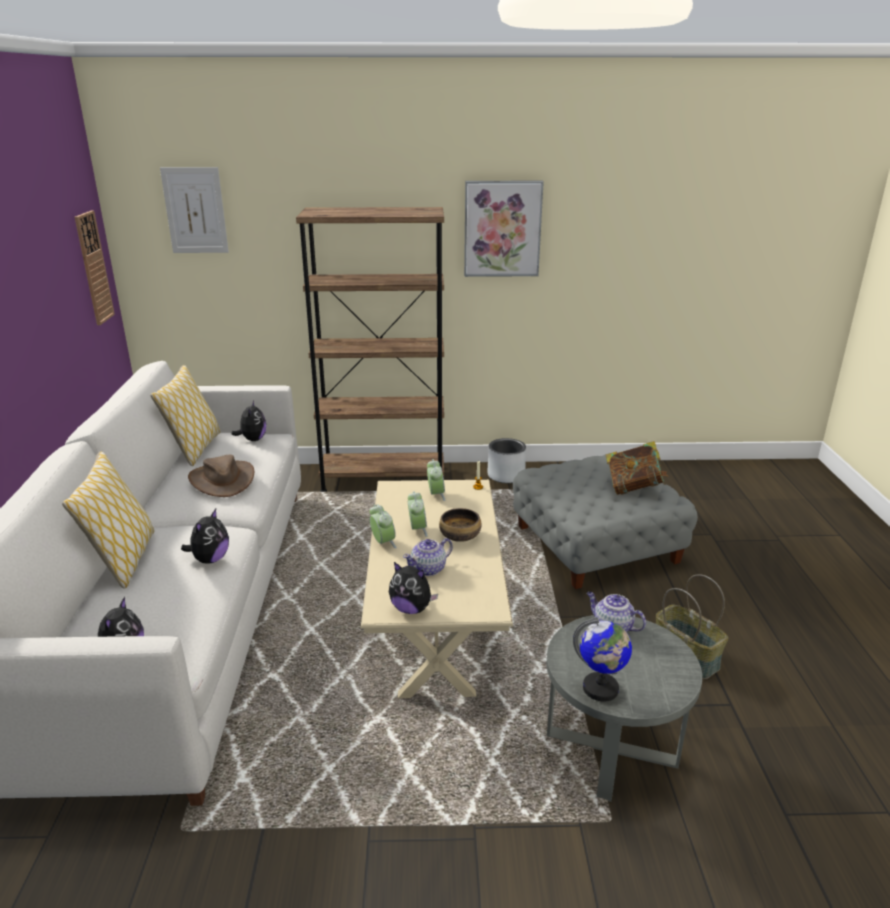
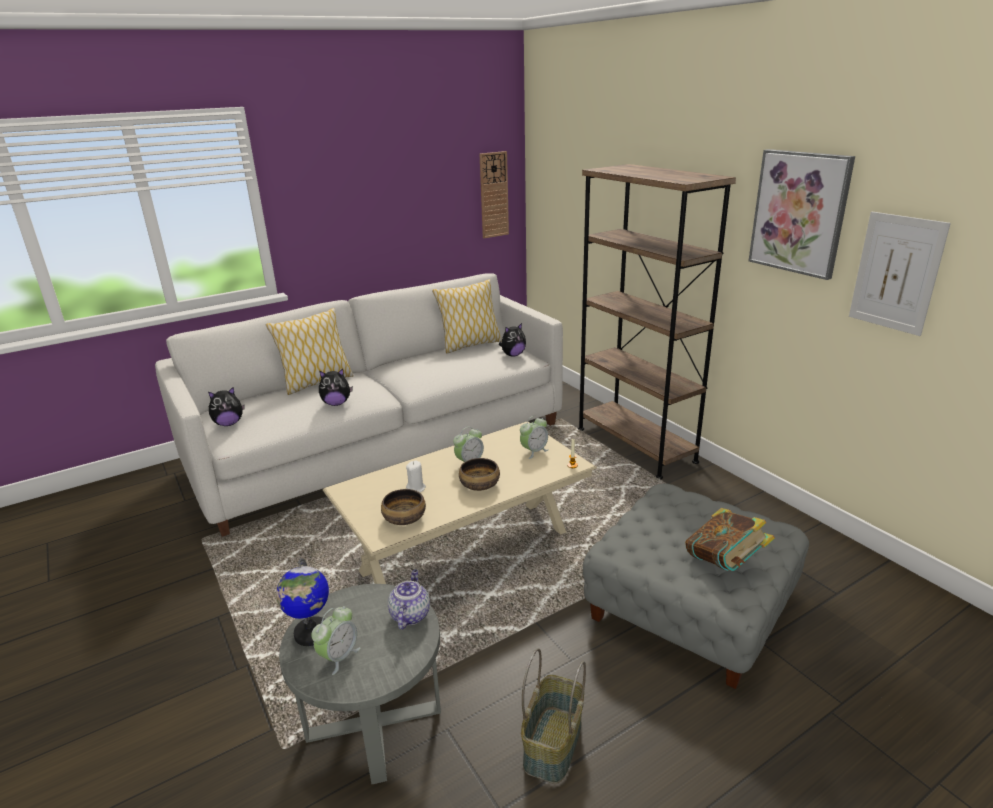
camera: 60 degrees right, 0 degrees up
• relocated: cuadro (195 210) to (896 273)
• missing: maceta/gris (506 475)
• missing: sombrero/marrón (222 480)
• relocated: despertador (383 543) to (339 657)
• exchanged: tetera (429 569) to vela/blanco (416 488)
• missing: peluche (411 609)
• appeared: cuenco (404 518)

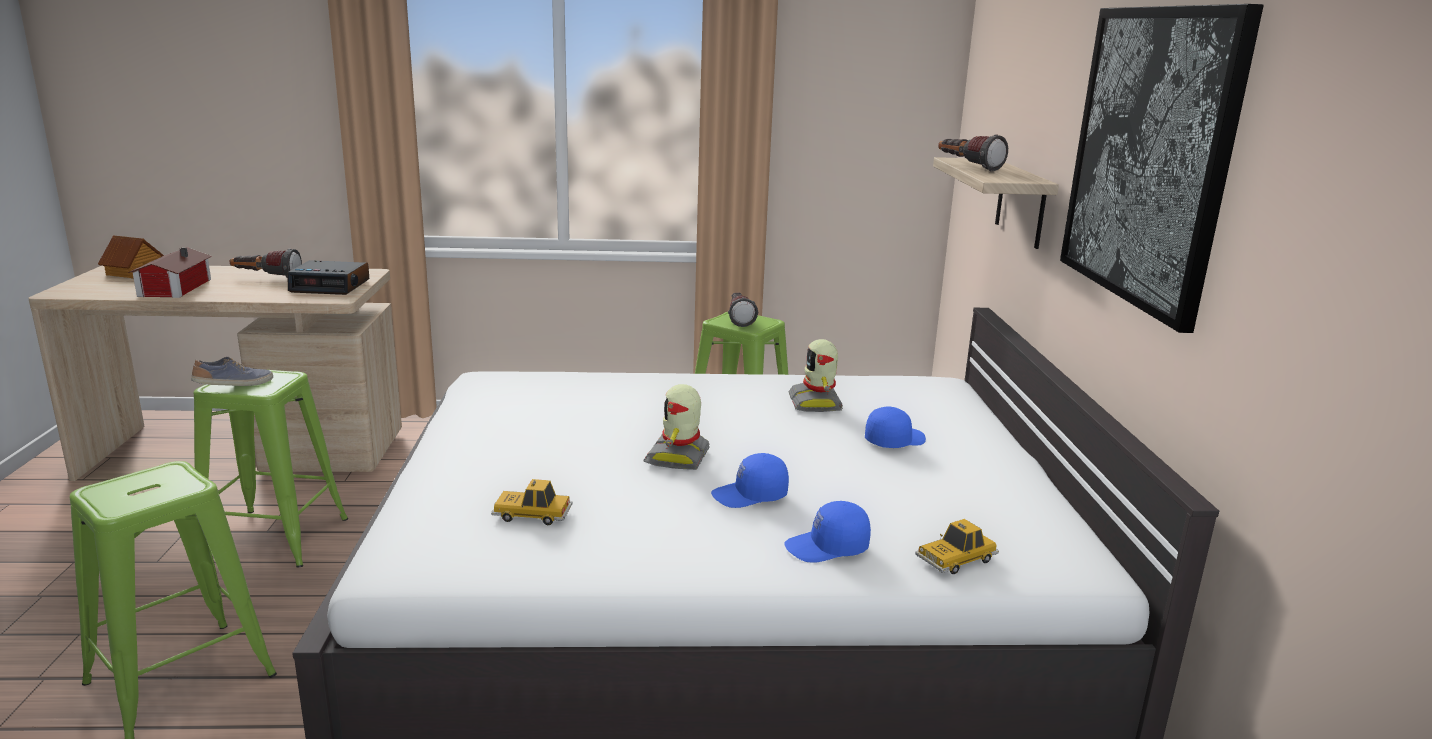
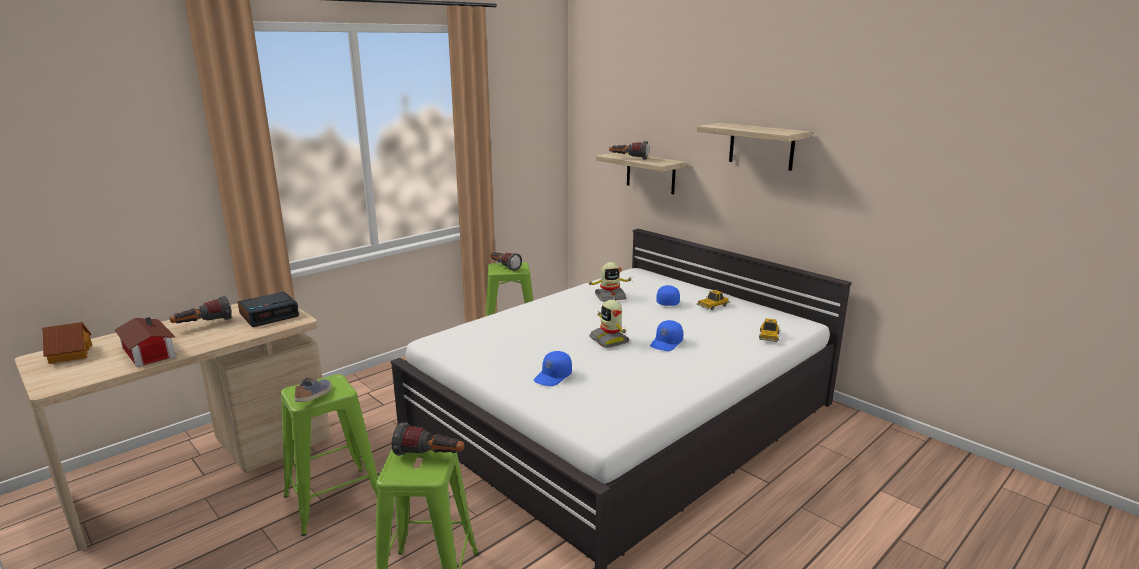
camera: 40 degrees left, 0 degrees up
• exchanged: cuadro (1149 156) to estante (761 146)
• spun: robot de juguete (816 403) = (610 297) 60 degrees counterclockwise
• relocated: coche de juguete (532 514) to (713 306)
• relocated: gorra/azul (827 548) to (553 377)
• appeared: linterna (430 456)

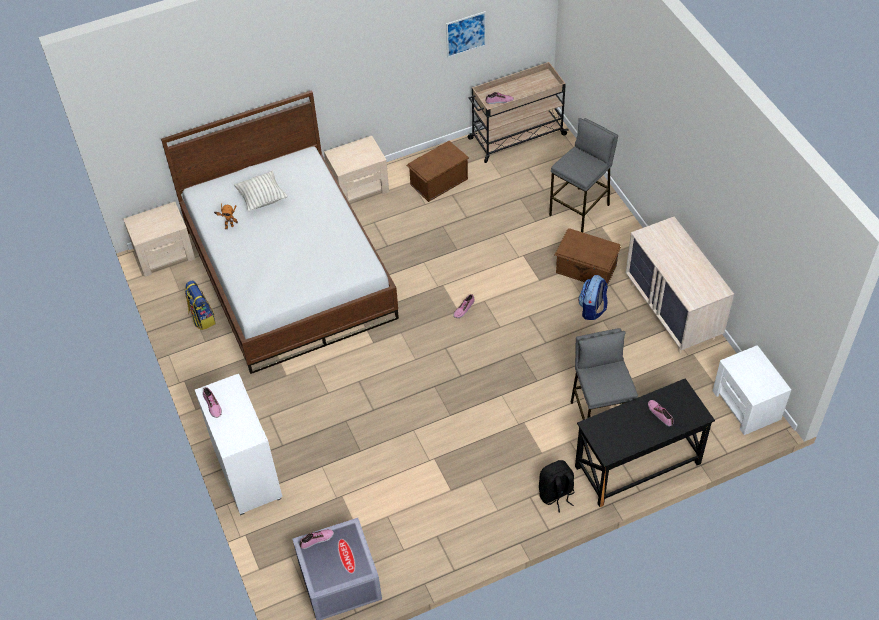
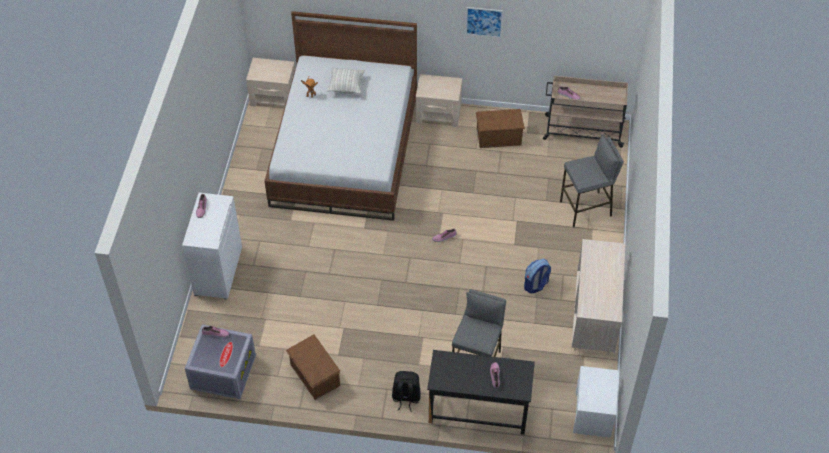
camera: 30 degrees right, 0 degrees up
• relocated: cuadro (466 34) to (484 22)
• relocated: caja de almacenaje/marrón (586 270) to (314 376)
• missing: mochila (202 318)

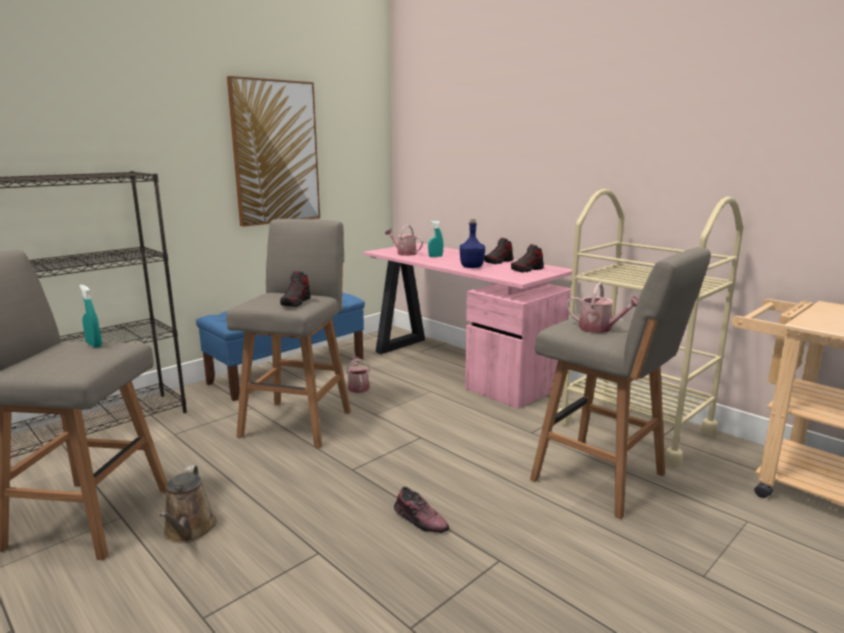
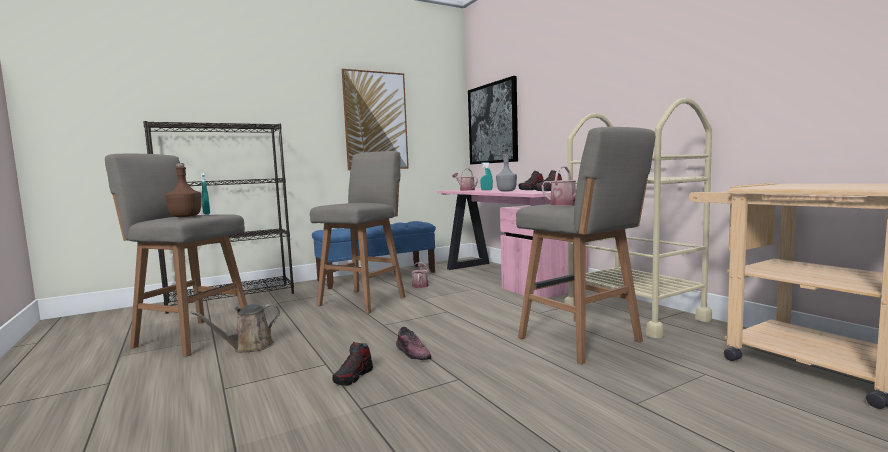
camera: 15 degrees right, 10 degrees down
• colour: botella/azul (471 267) to botella/gris (506 191)
• relocated: zapato (296 302) to (353 376)
• spun: regadera/marrón (189 531) = (249 347) 45 degrees clockwise
• appeared: cuadro (493 123)
• appeared: botella/marrón (186 216)

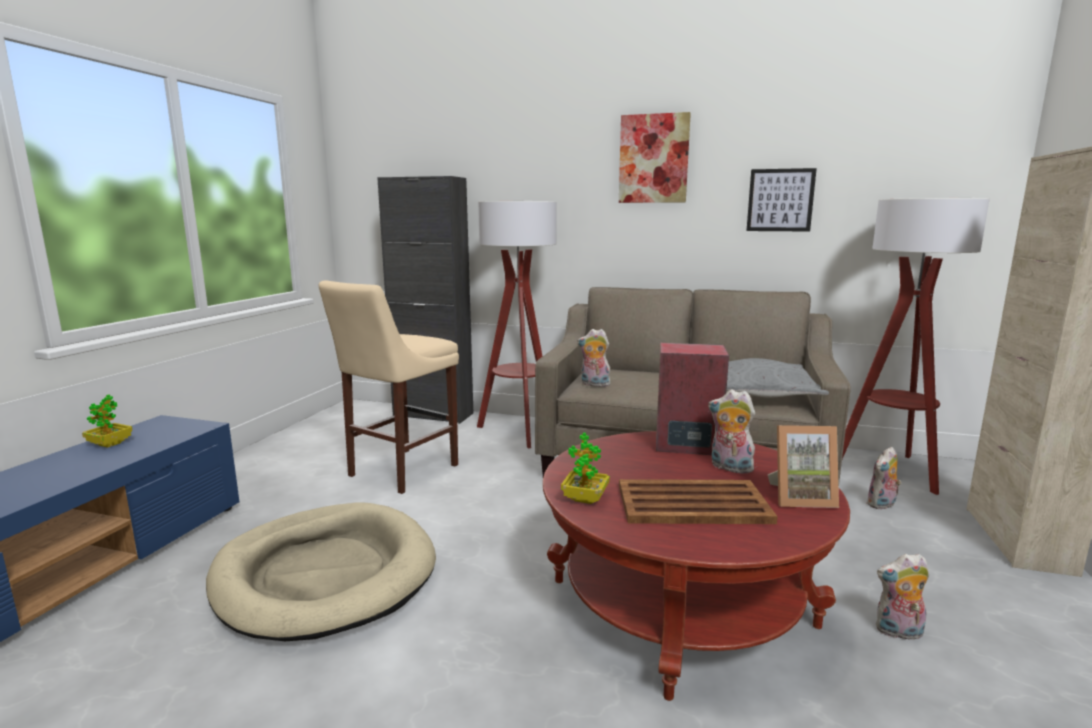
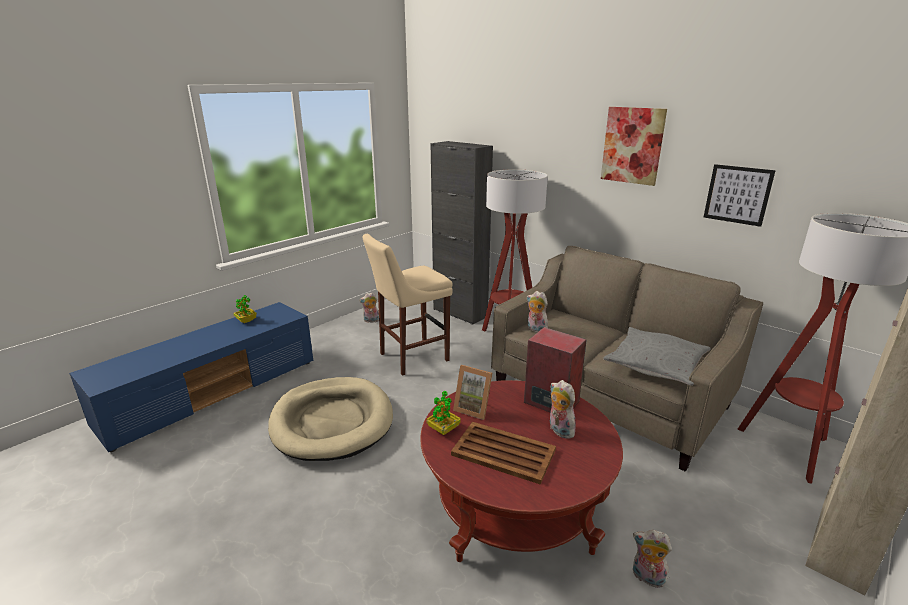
camera: 25 degrees right, 10 degrees up
• relocated: portarretratos (800 498) to (473 408)
• relocated: peluche (882 505) to (371 321)

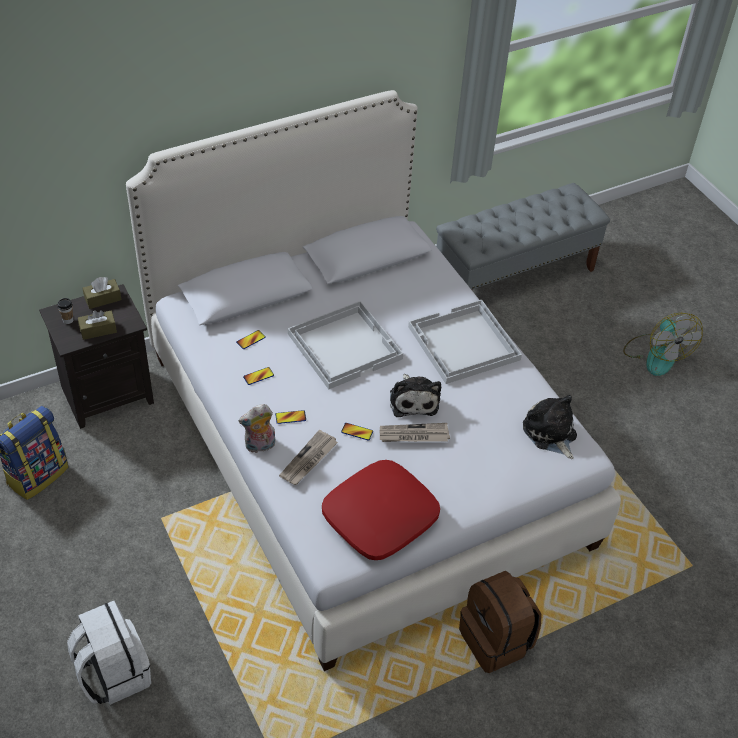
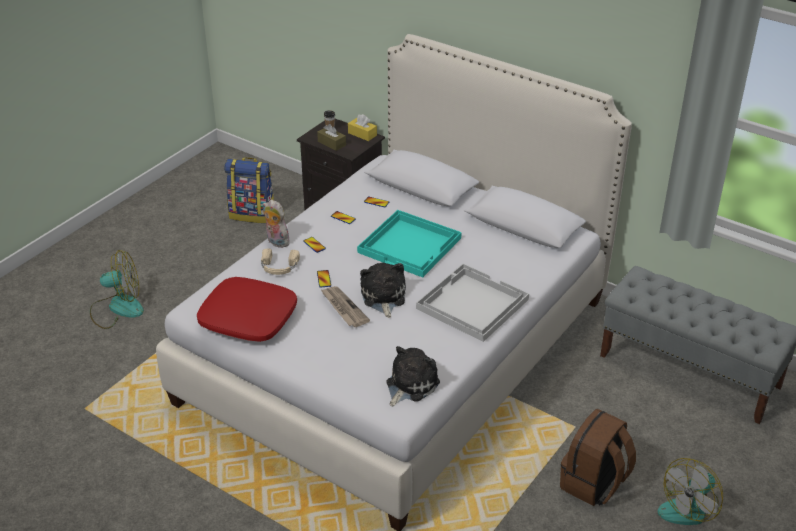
camera: 65 degrees right, 10 degrees down
• colour: caja de pañuelos/marrón (103 299) to caja de pañuelos/amarillo (362 134)
• colour: bandeja/blanco (345 345) to bandeja/turquesa (410 245)
• spun: peluche (413 400) = (383 297) 120 degrees clockwise
• exchanged: periódico (309 460) to auriculares/beis (279 267)
• relocated: mochila/marrón (496 640) to (594 484)
• exchanged: mochila/blanco (113 673) to ventilador (117 308)

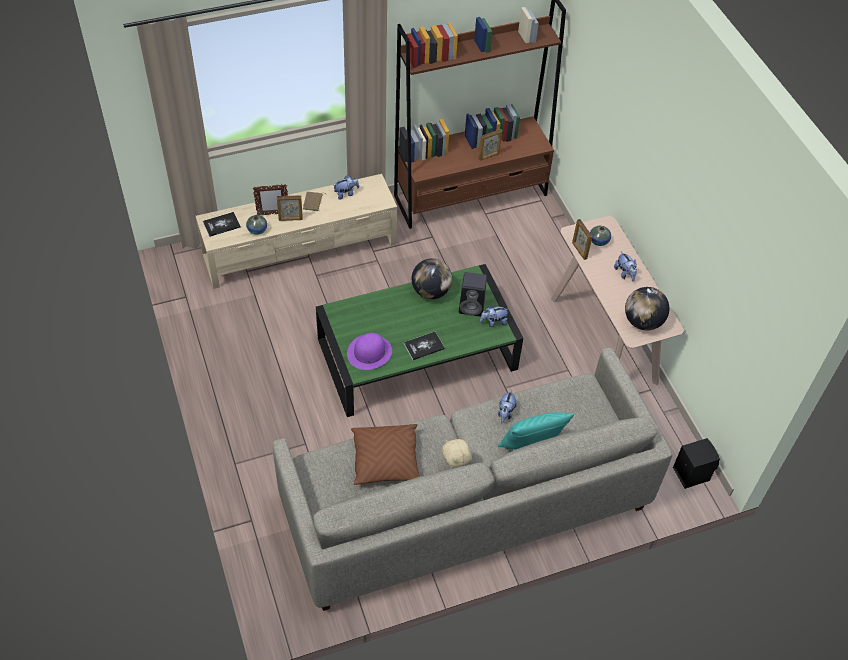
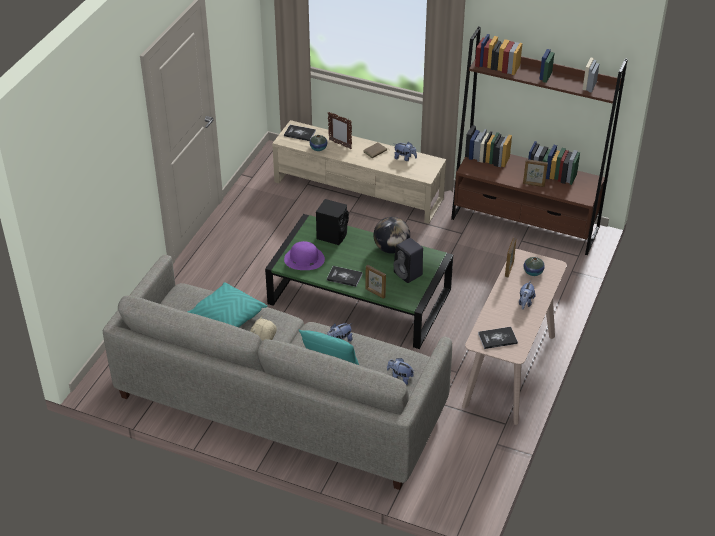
camera: 45 degrees right, 10 degrees down
• relocated: portarretratos (290 219) to (375 293)
• exchanged: globo terráqueo (642 322) to libro (497 338)
• relocated: peluche (493 322) to (400 377)
• colour: cojín/marrón (386 461) to cojín/turquesa (227 317)
• relocated: altavoz/negro (690 473) to (332 235)

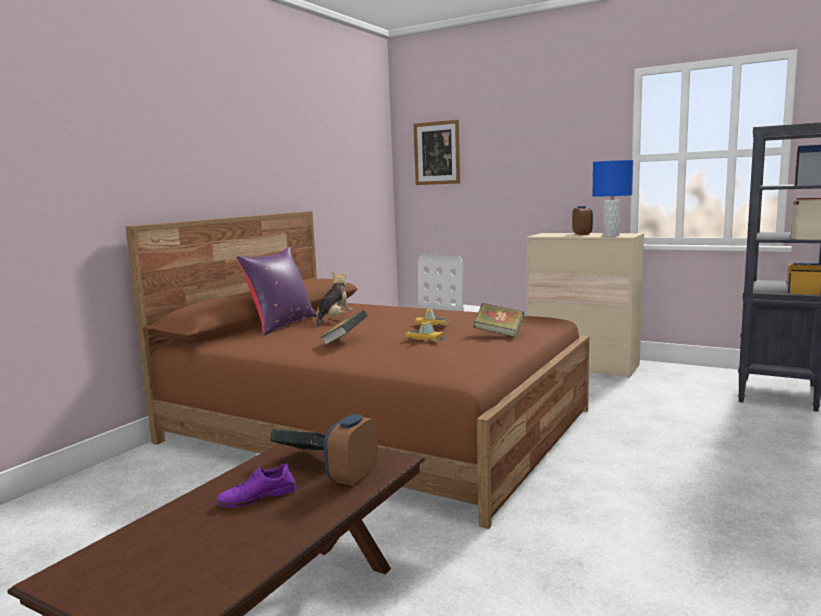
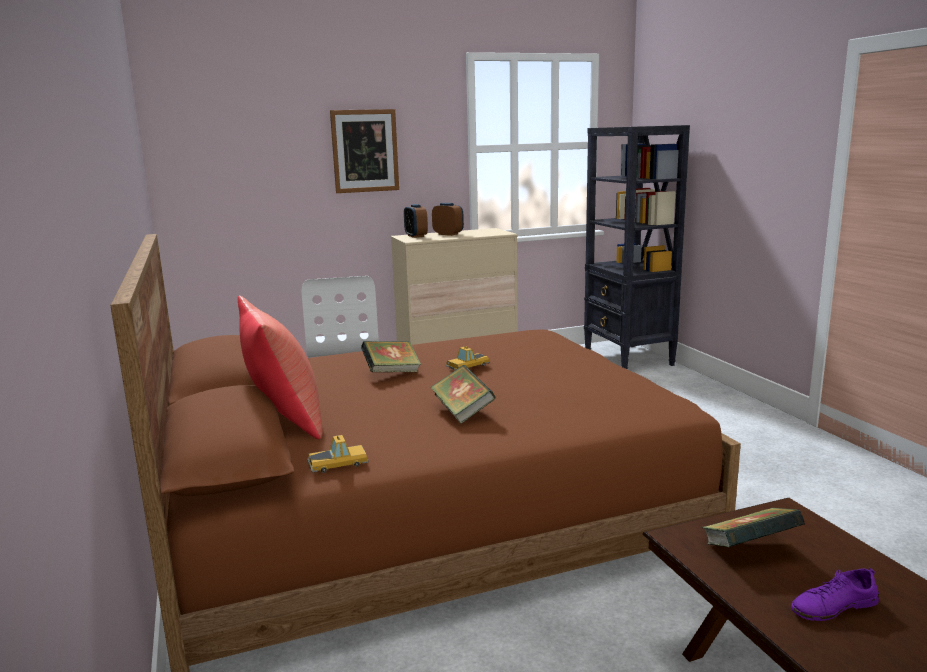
camera: 50 degrees left, 5 degrees up
• relocated: cuadro (437 153) to (365 151)
• missing: lámpara de mesa/azul (611 236)
• colour: cojín/morado (281 324) to cojín/rojo (284 418)
• missing: peluche (334 320)
• relocated: libro (499 334) to (392 372)
• relocated: coche de juguete (425 339) to (339 463)
• relocated: despertador (352 477) to (416 236)
• spun: zapato/morado (257 497) = (833 606) 60 degrees clockwise

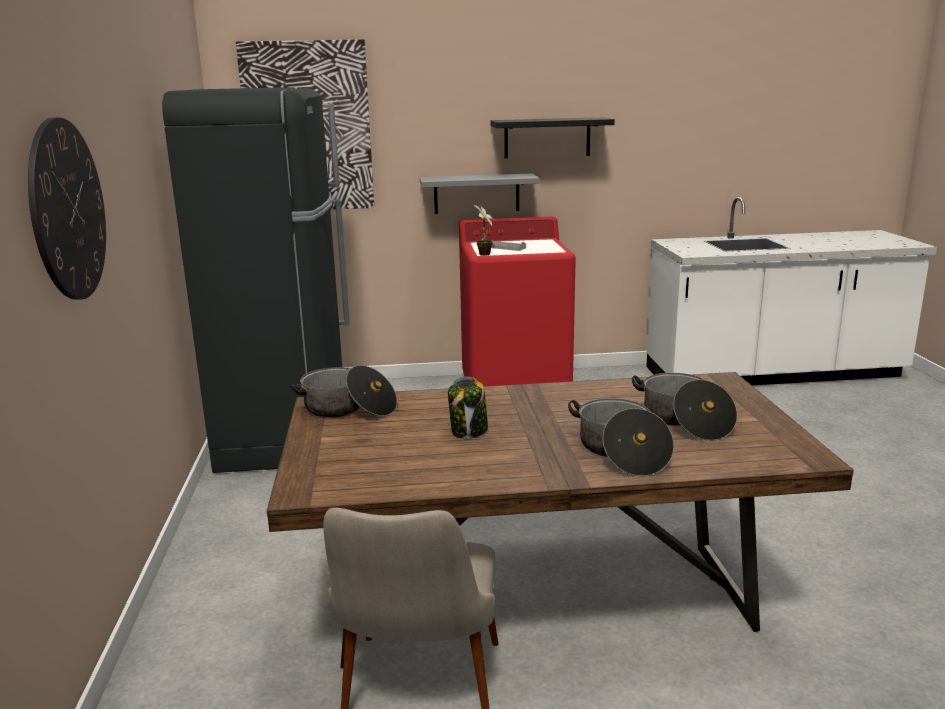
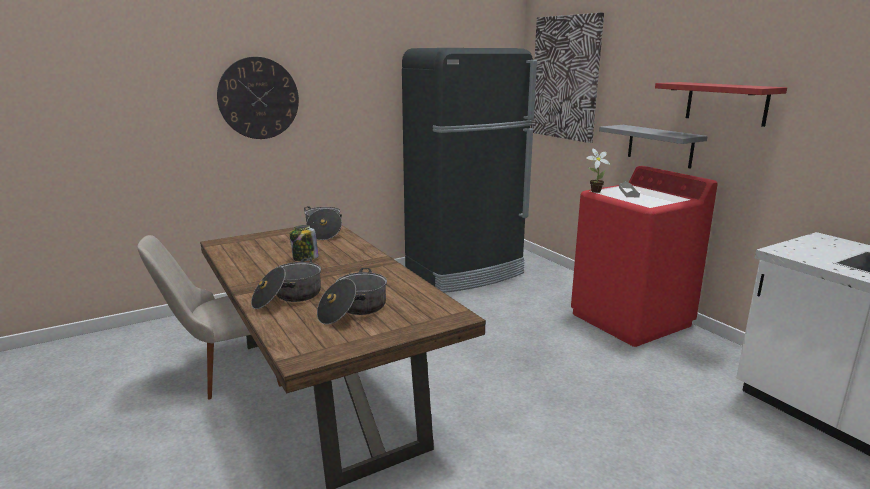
camera: 65 degrees right, 0 degrees up
• colour: estante/negro (547 137) to estante/rojo (726 103)

